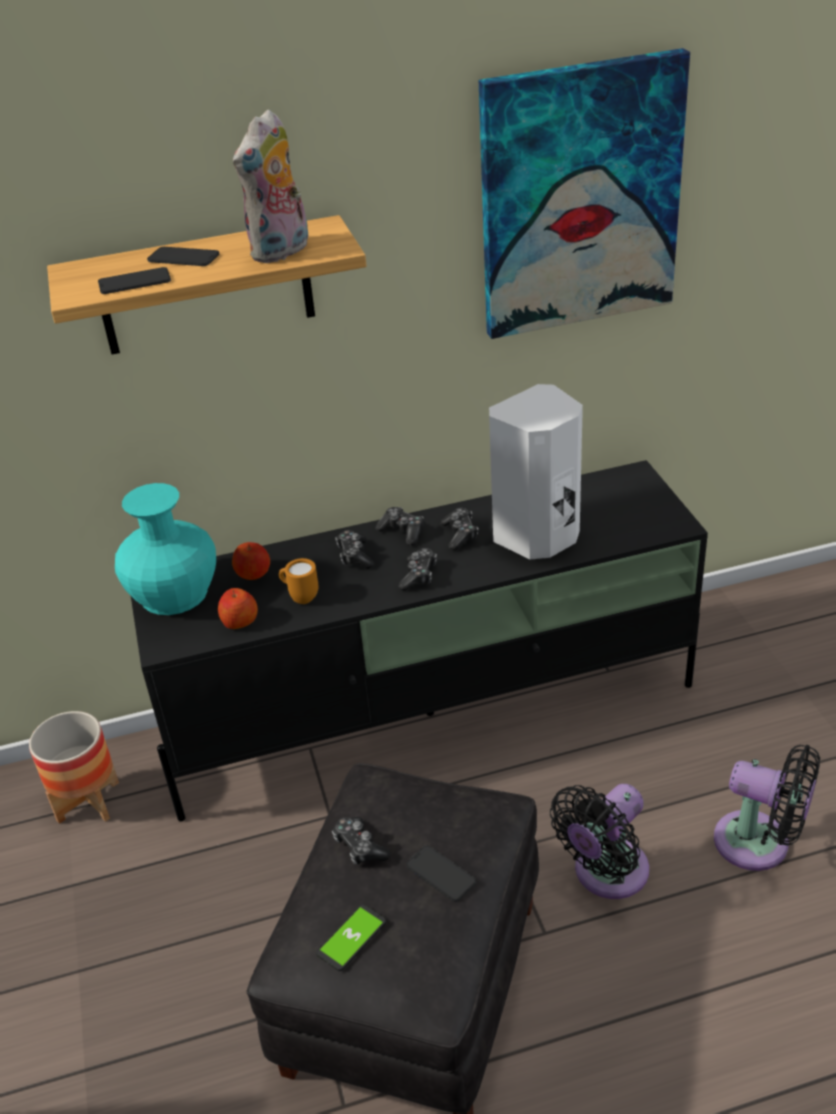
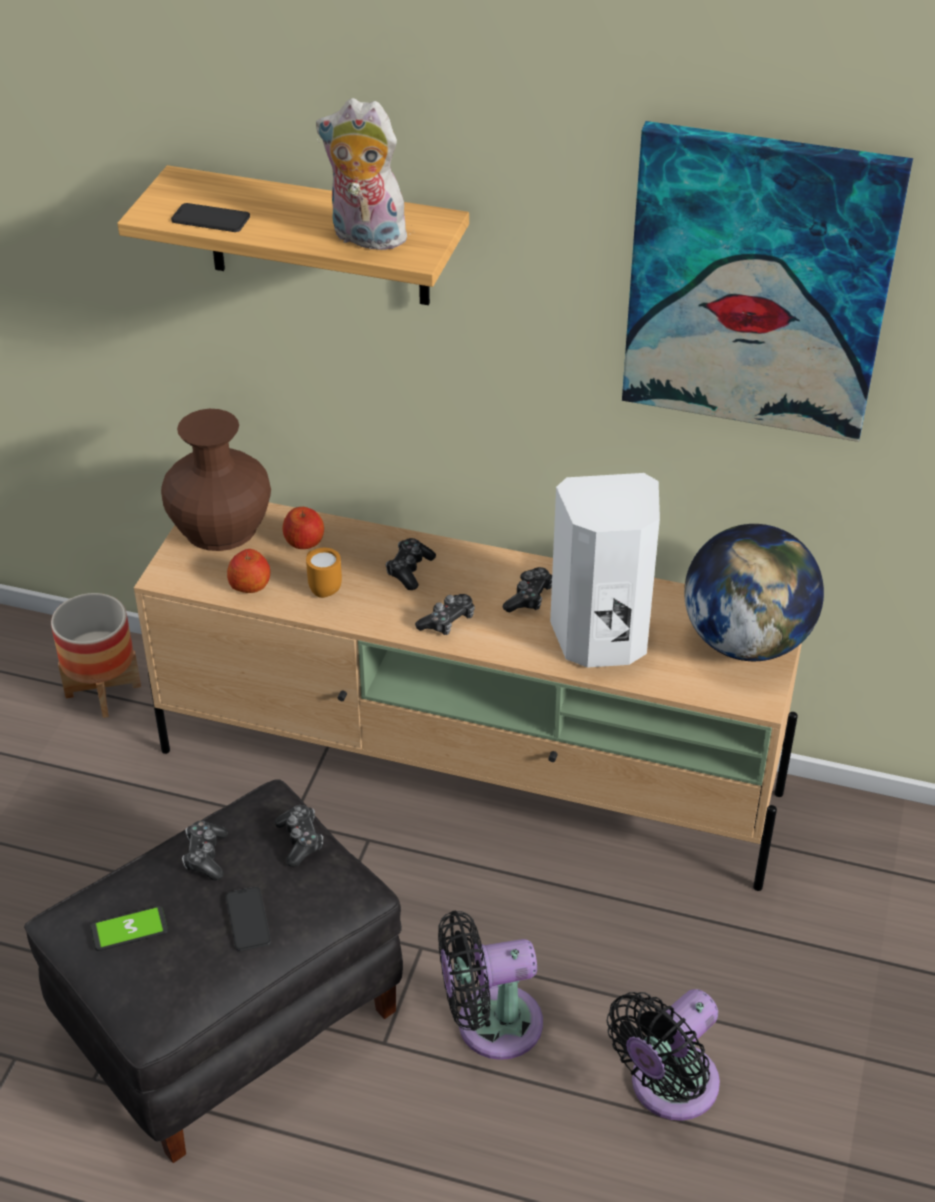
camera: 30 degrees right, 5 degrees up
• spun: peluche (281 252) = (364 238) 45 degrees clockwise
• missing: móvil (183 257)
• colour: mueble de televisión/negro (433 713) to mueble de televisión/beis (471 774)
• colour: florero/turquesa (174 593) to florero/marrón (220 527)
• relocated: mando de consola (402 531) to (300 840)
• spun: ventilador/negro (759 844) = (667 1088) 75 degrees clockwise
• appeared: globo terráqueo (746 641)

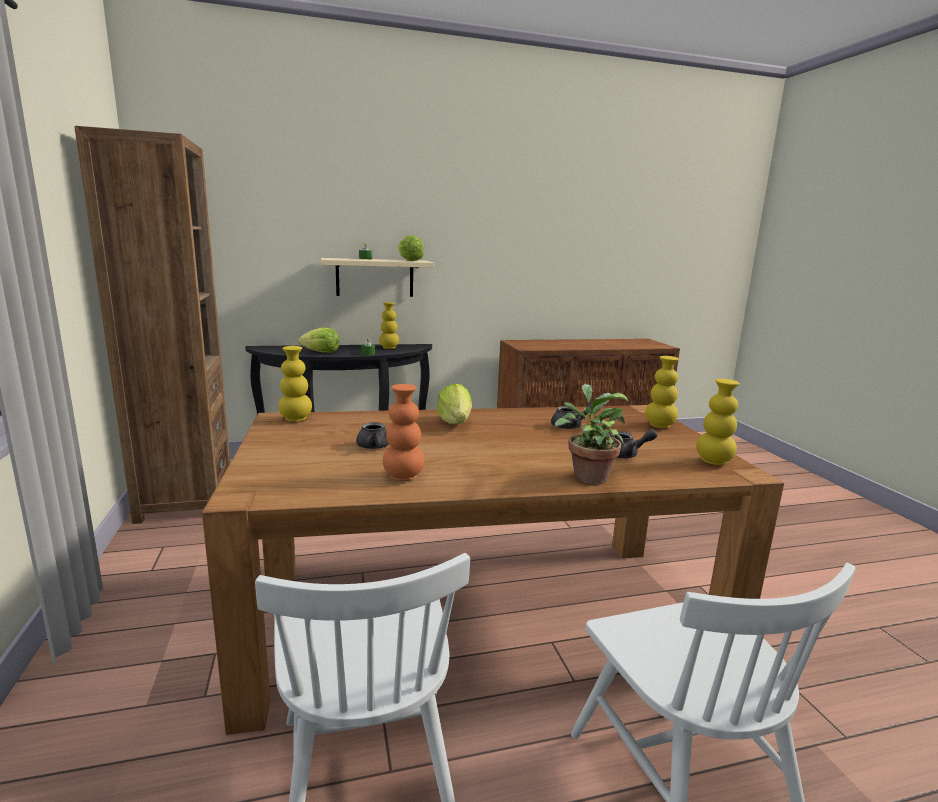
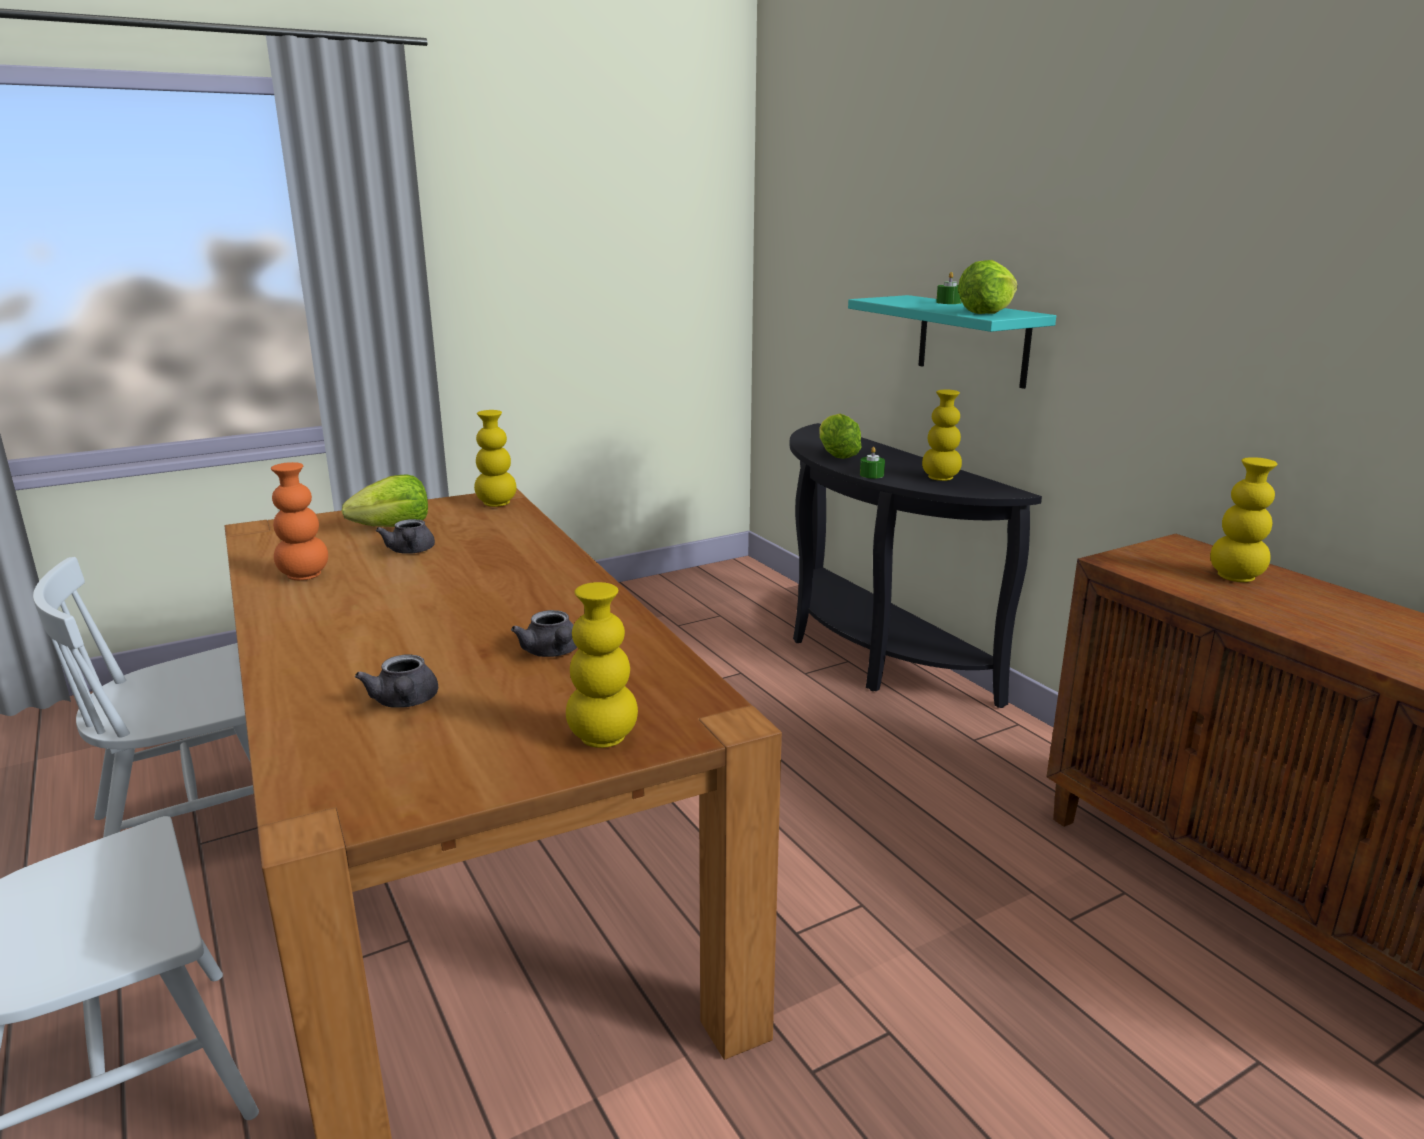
camera: 75 degrees right, 5 degrees up
• missing: estantería/marrón (185 499)
• colour: estante/beis (375 277) to estante/turquesa (973 340)
• relocated: florero/amarillo (713 461) to (1235 577)
• relocated: lechuga (455 423) to (393 527)
• missing: planta en maceta (587 476)

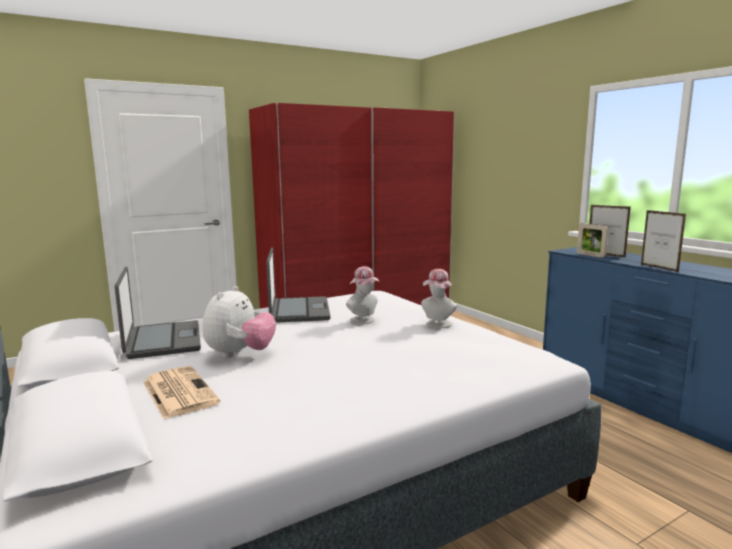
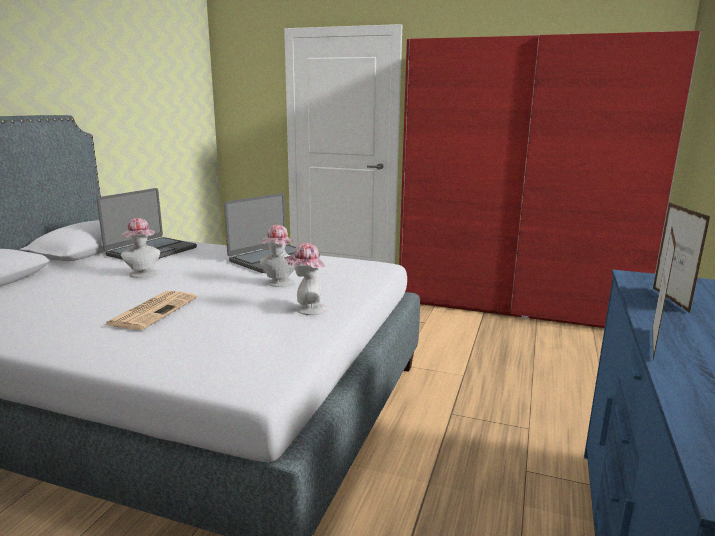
camera: 50 degrees right, 5 degrees up
• missing: portarretratos (590 255)
• exchanged: peluche (240 354) to sombrero (143 274)
• relocated: periódico (178 392) to (153 310)

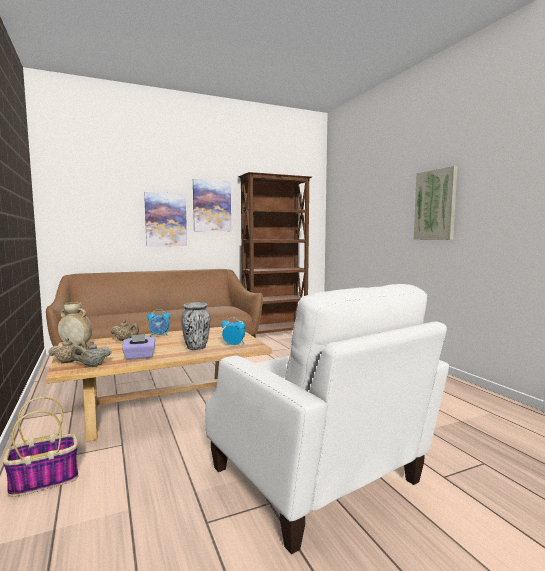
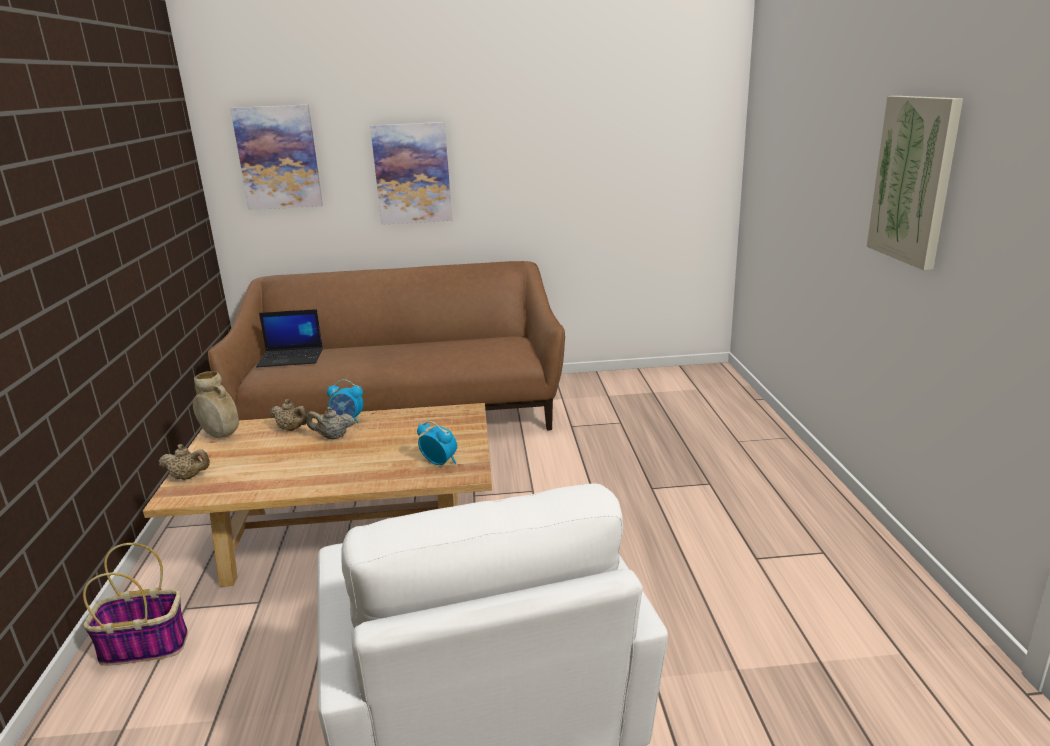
camera: 20 degrees right, 15 degrees up
• missing: estantería/marrón (275 334)
• relocated: cuadro (212 205) to (278 157)
• missing: florero (196 348)
• missing: caja de pañuelos/morado (139 357)
• relocated: tetera/beis (92 366) to (332 437)
• appeared: portátil (292 358)

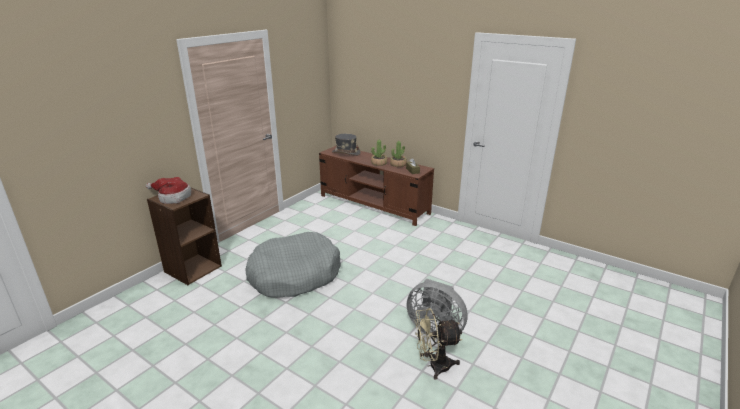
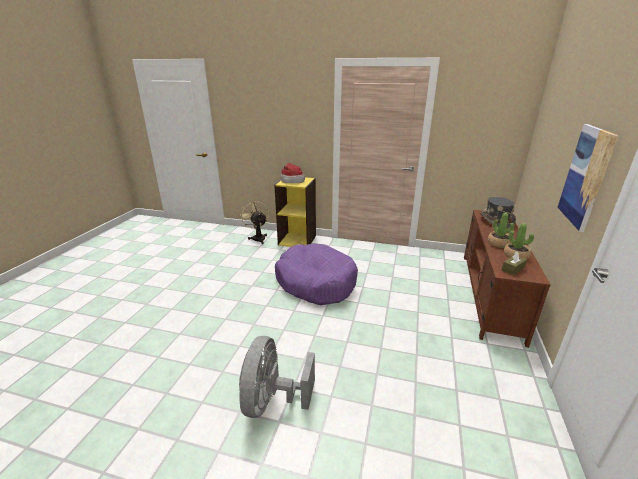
camera: 70 degrees right, 0 degrees up
• colour: estantería/marrón (192 268) to estantería/amarillo (297 240)
• colour: cama para perro/gris (294 275) to cama para perro/morado (316 282)
• relocated: ventilador/beis (434 366) to (258 238)
• appeared: cuadro (585 176)

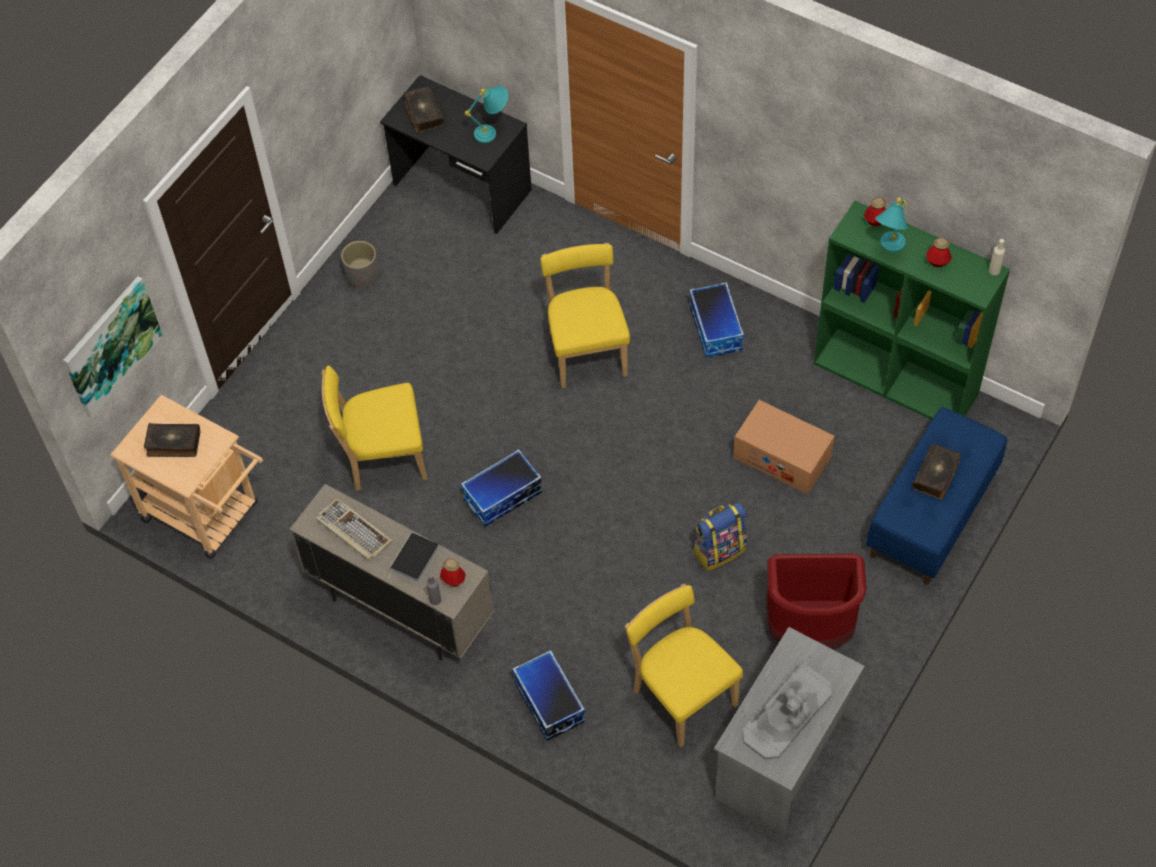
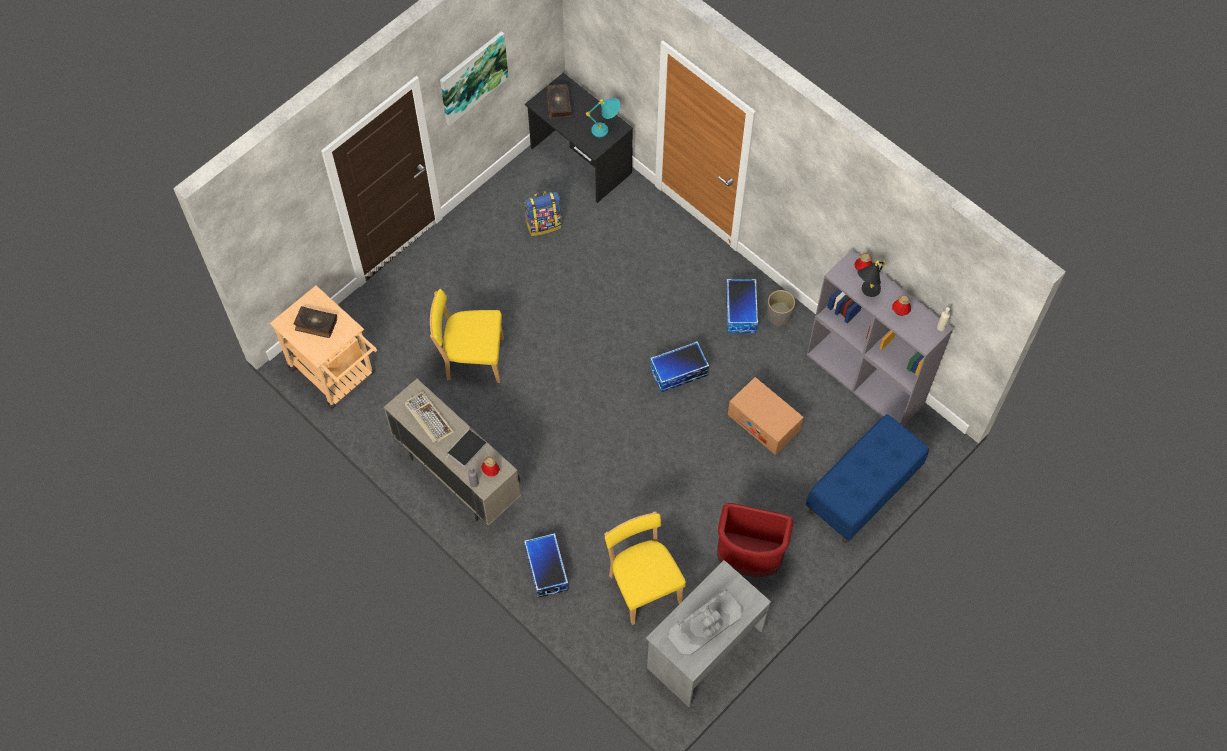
camera: 10 degrees right, 5 degrees up
• colour: lámpara de mesa/turquesa (888 249) to lámpara de mesa/negro (866 293)
• colour: estantería/verde (897 378) to estantería/gris (866 380)
• relocated: maceta/gris (362 276) to (778 315)
• missing: silla/amarillo (587 350)
• relocated: cuadro (111 346) to (473 77)
• missing: libro (936 475)
• relocated: caja de almacenaje (503 497) to (678 373)
• relocated: mochila (719 550) to (544 224)

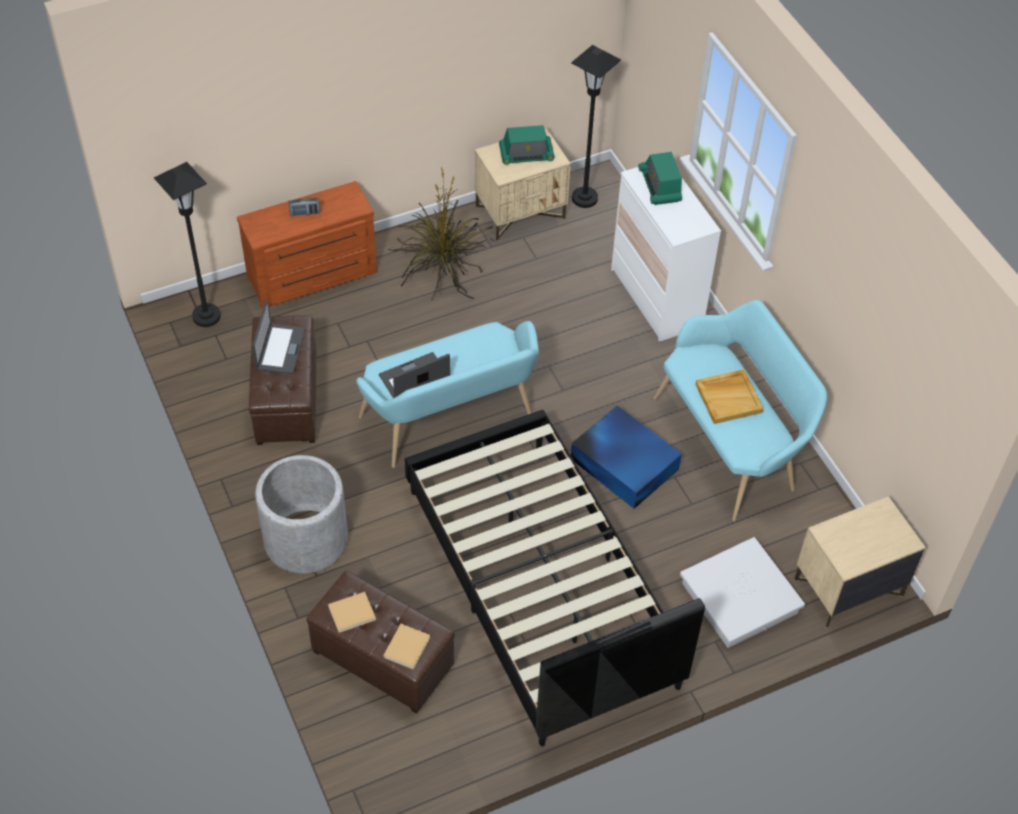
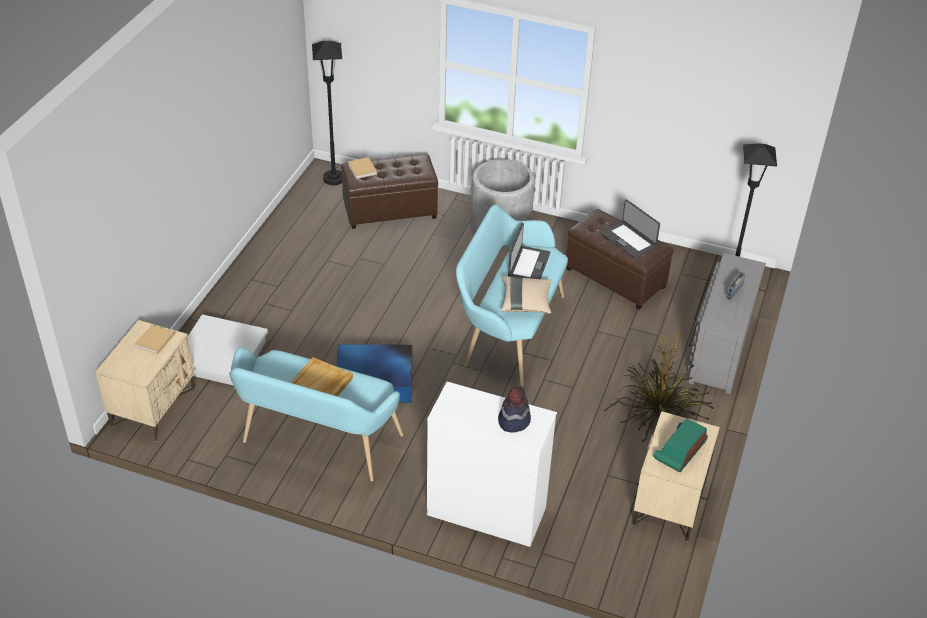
camera: 135 degrees right, 10 degrees down
• relocated: lámpara de pie/negro (584 198) to (334 179)
• exchanged: radio (660 186) to sombrero (513 421)
• colour: cómoda/marrón (313 277) to cómoda/gris (717 350)
• missing: cama/negro (540 586)
• relocated: libro/beis (353 612) to (154 341)
• appeared: cojín/beis (525 303)

